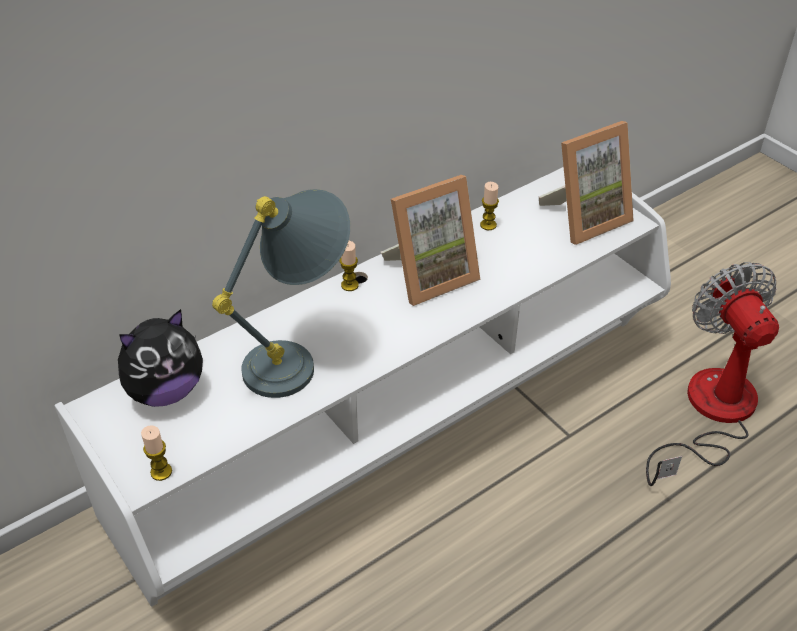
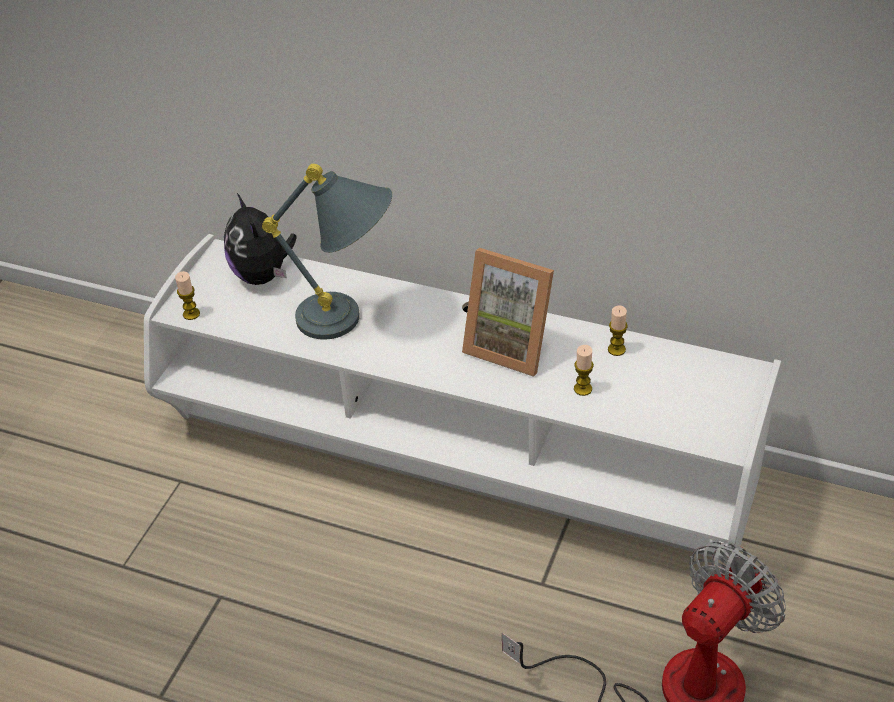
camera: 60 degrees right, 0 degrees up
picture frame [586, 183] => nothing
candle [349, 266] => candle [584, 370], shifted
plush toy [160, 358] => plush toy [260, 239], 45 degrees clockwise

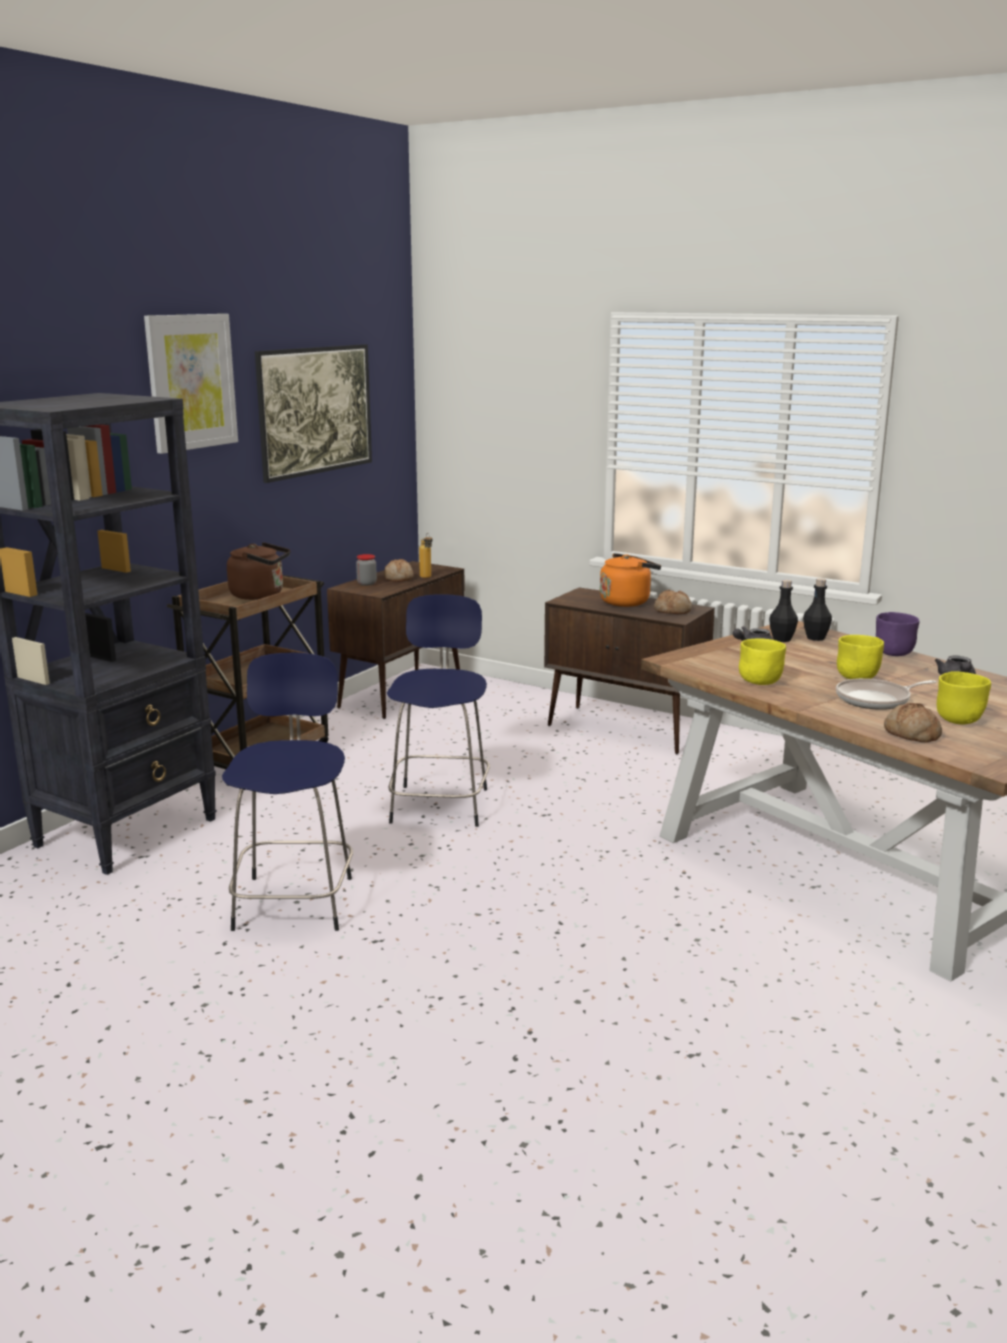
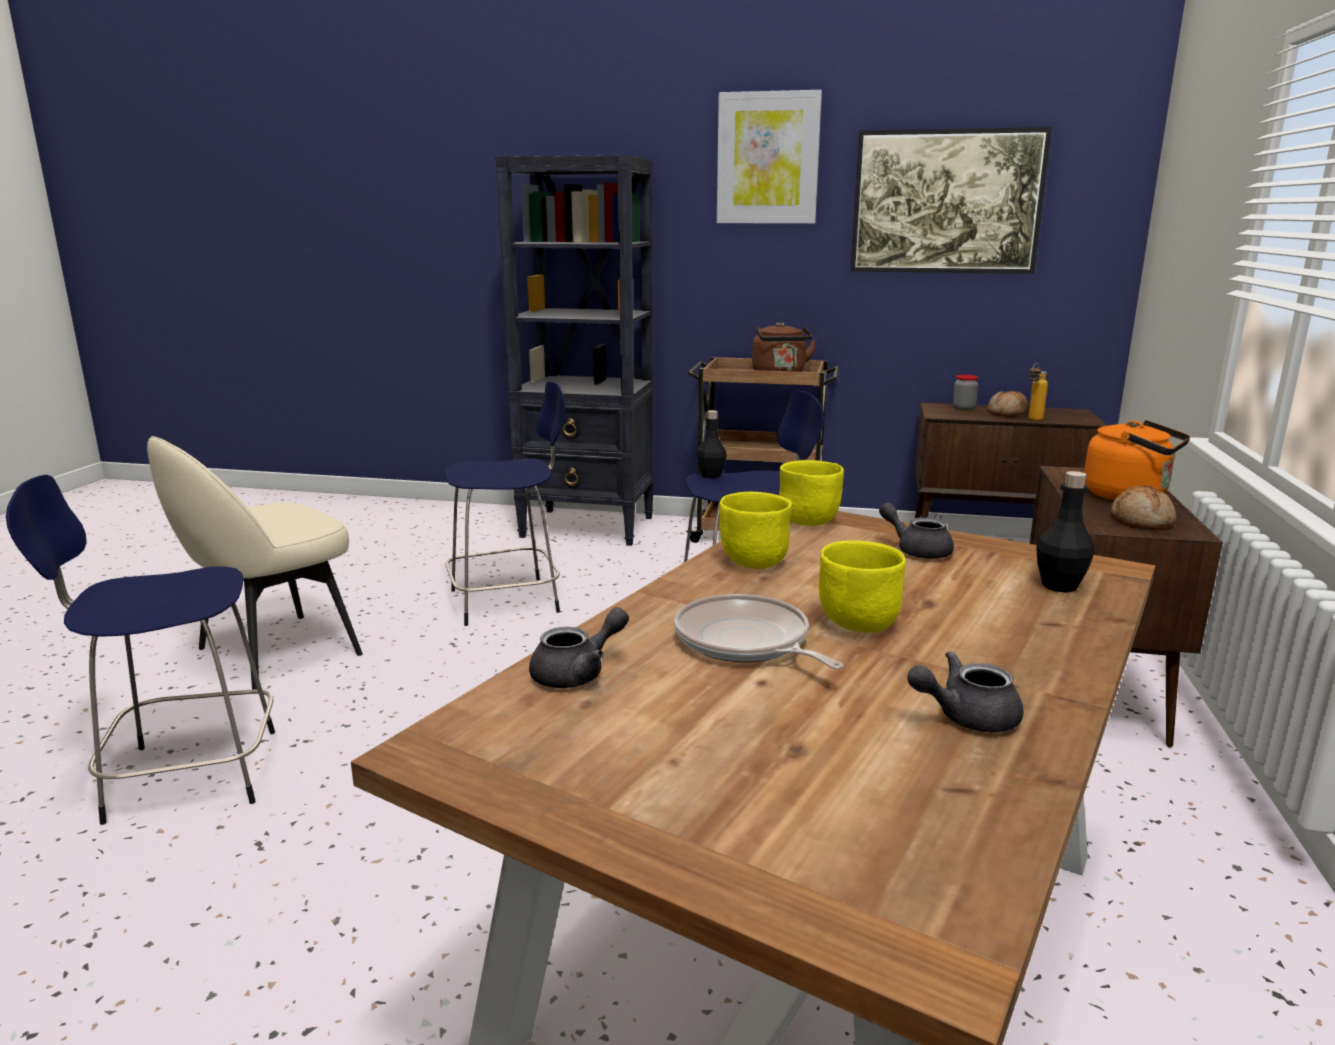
camera: 70 degrees right, 0 degrees up
purple bowl [898, 634] => nothing
nothing => blue stool [140, 650]
nothing => beige chair [255, 563]
black bottle [783, 610] => black bottle [712, 444], shifted
yellow bowl [964, 697] => yellow bowl [811, 493], shifted
bread [913, 723] => grey teapot [579, 647]

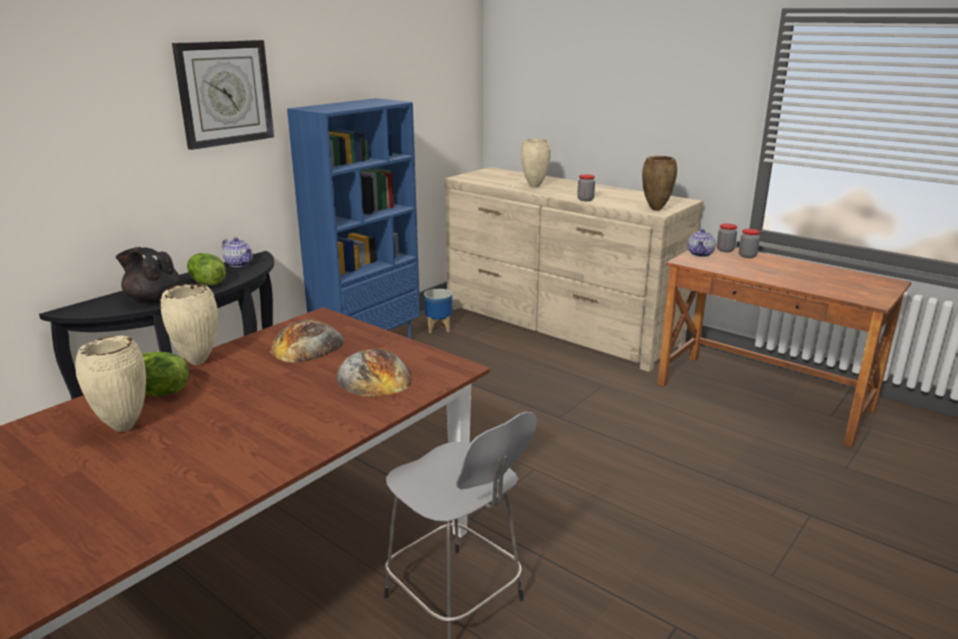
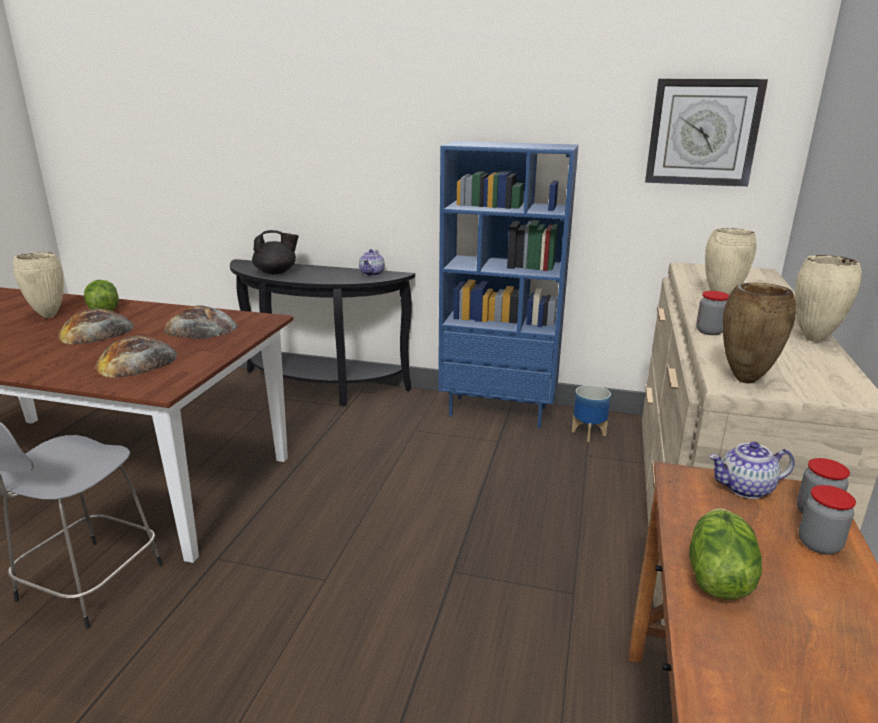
camera: 65 degrees right, 0 degrees up
nothing => bread [96, 327]
beige vase [189, 324] => beige vase [828, 298], shifted
wall clock [223, 95] => wall clock [706, 133], shifted
lettuce [206, 269] => lettuce [725, 554], shifted
black teapot [148, 275] => black teapot [275, 252], 75 degrees clockwise

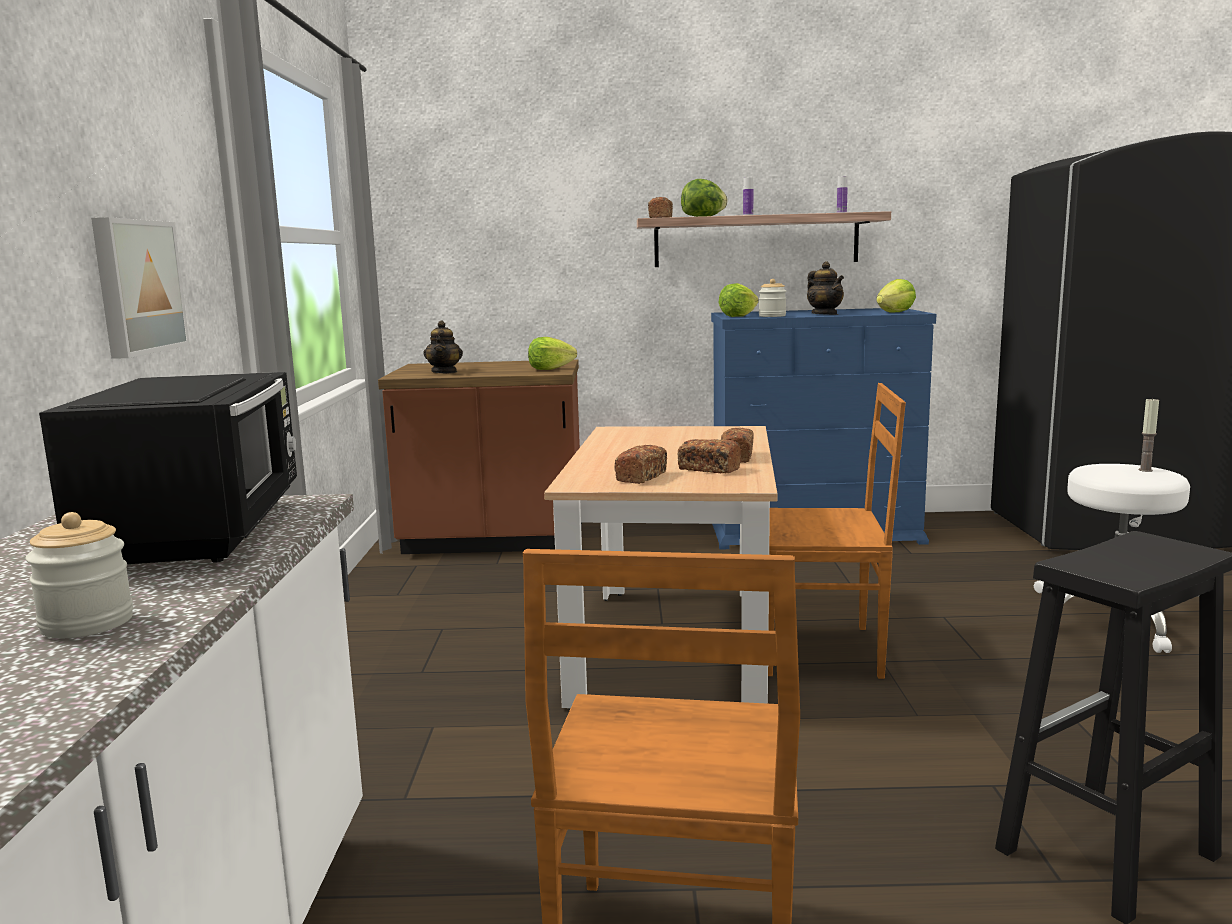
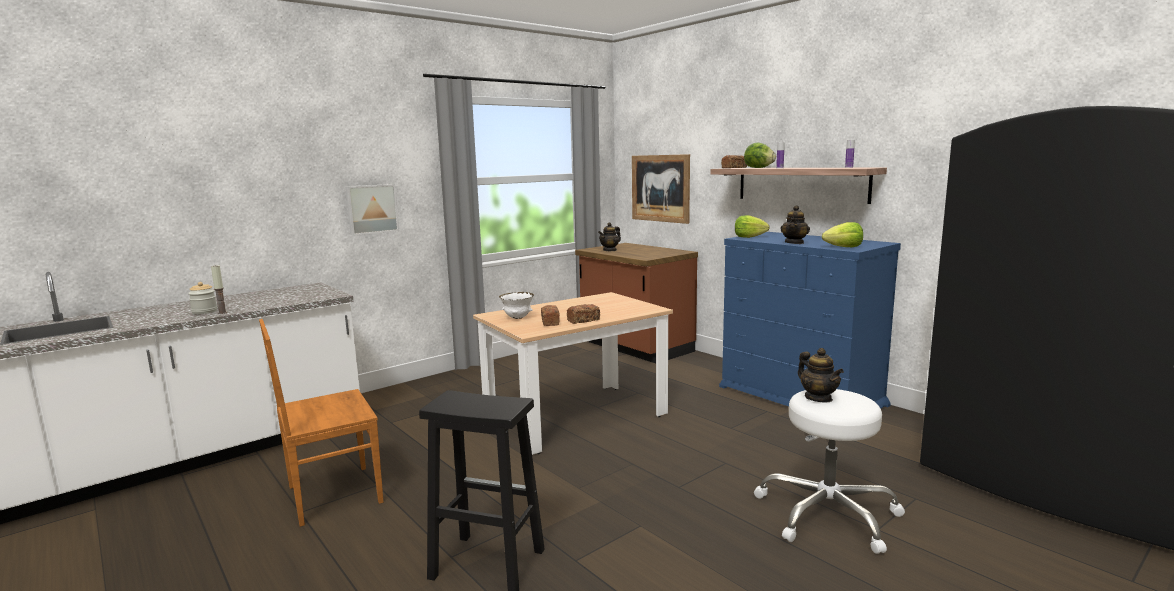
camera: 50 degrees right, 0 degrees up
black microwave [168, 468] => nothing
lettuce [552, 353] => nothing
jar [772, 298] => nothing
brown chair [837, 531] => nothing
nothing => picture [661, 189]
nothing => teapot [821, 375]
candle [1149, 435] => candle [219, 290], shifted
bread [640, 464] => white bowl [516, 305]

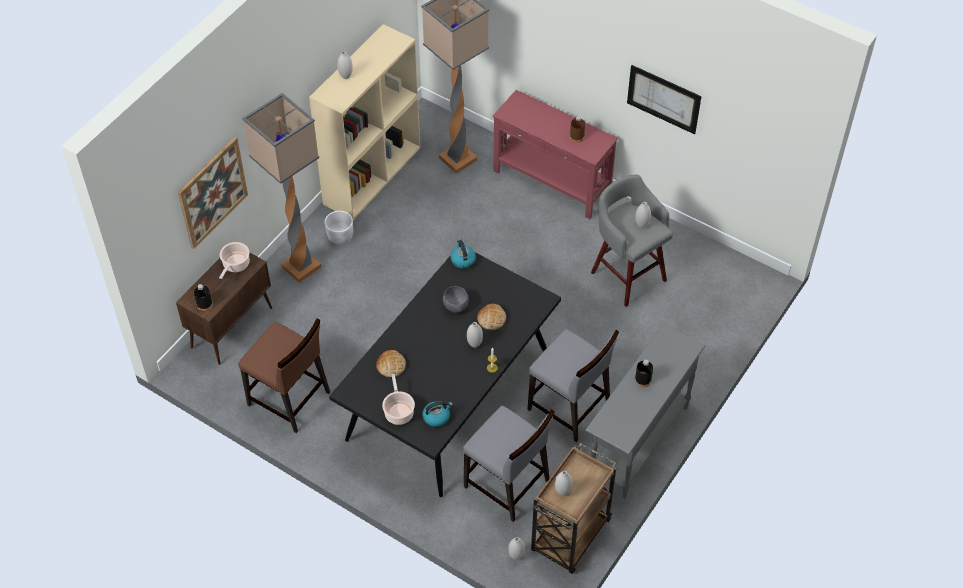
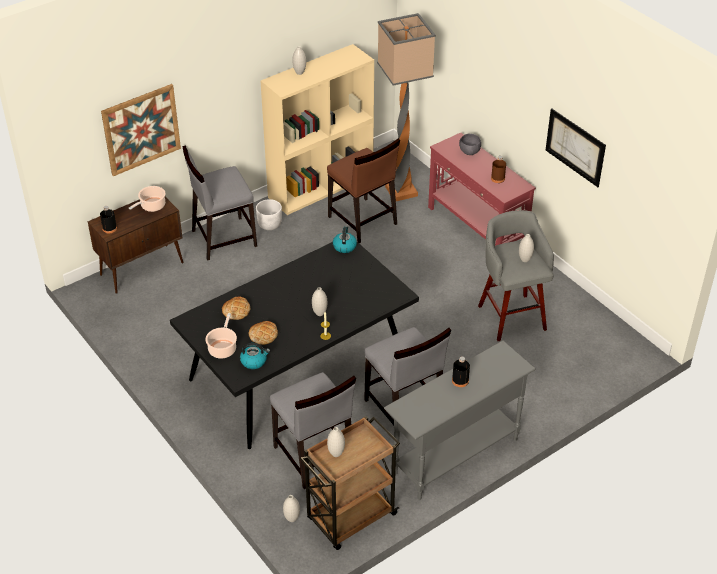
camera: 20 degrees right, 10 degrees down
brown chair [284, 375] => brown chair [363, 191], shifted
grey bowl [456, 299] => grey bowl [470, 144], shifted
bread [491, 317] => bread [263, 333], shifted
floor lamp [281, 188] => grey chair [219, 202]

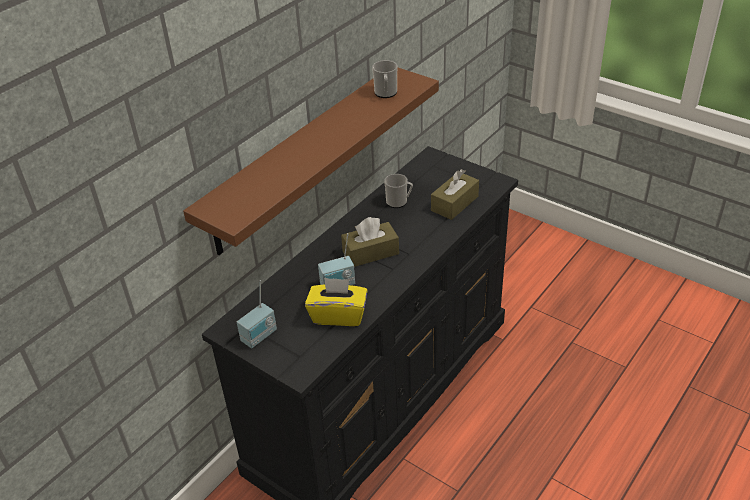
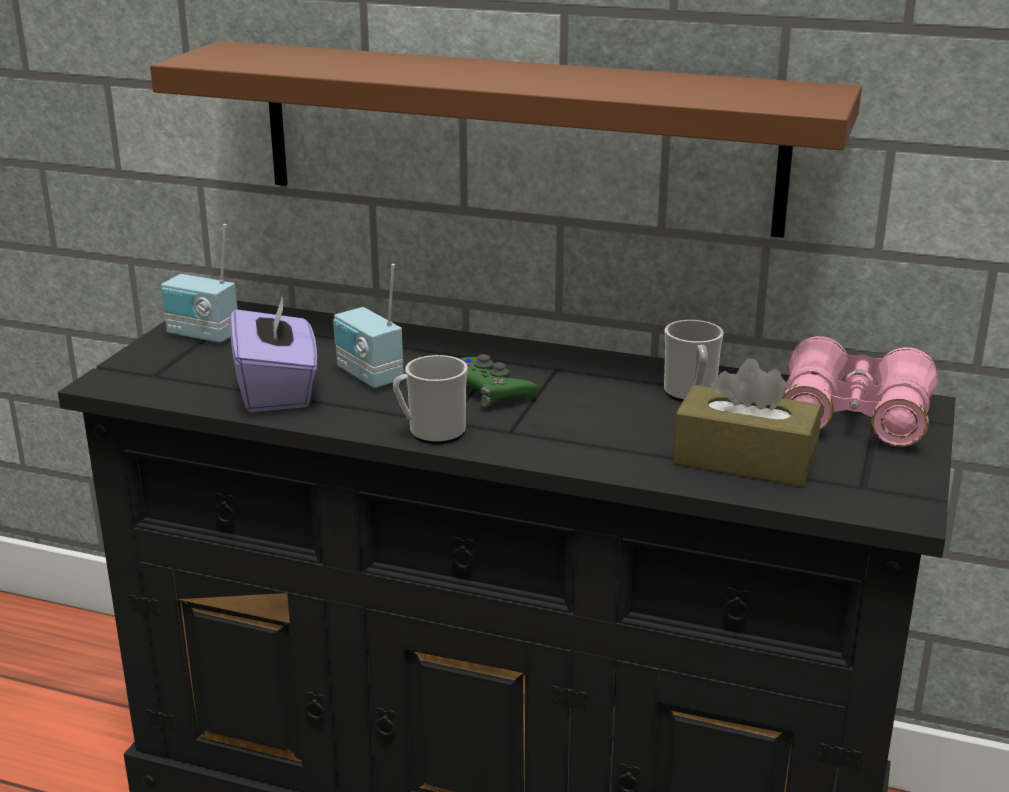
camera: 70 degrees right, 15 degrees down
nothing => pink binoculars [860, 391]
mug [385, 79] => mug [430, 399], shifted
brown tissue box [370, 242] => green game controller [499, 381]
yellow tissue box [336, 301] => purple tissue box [273, 352]

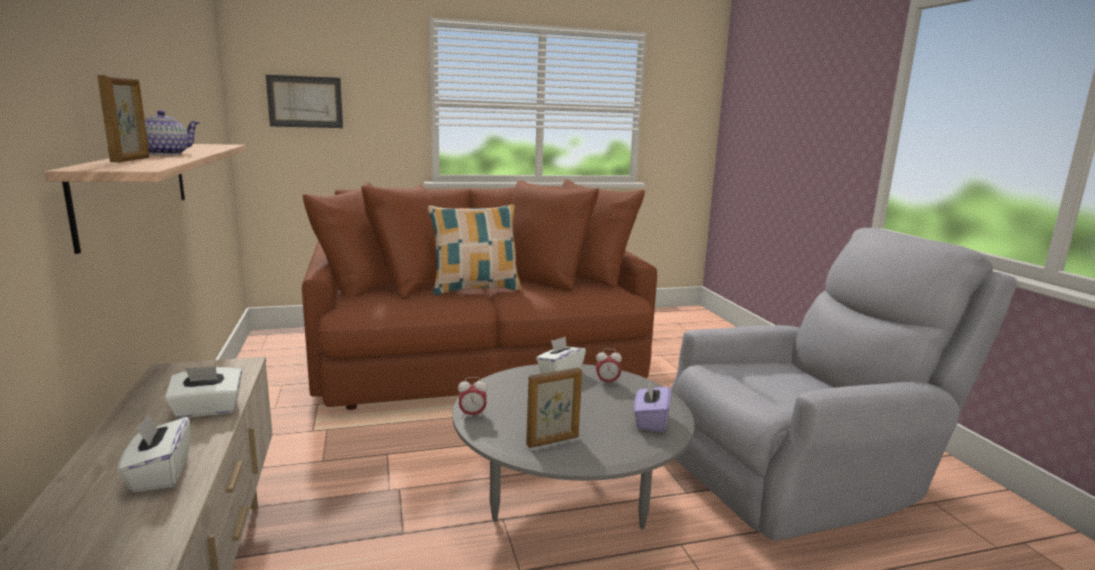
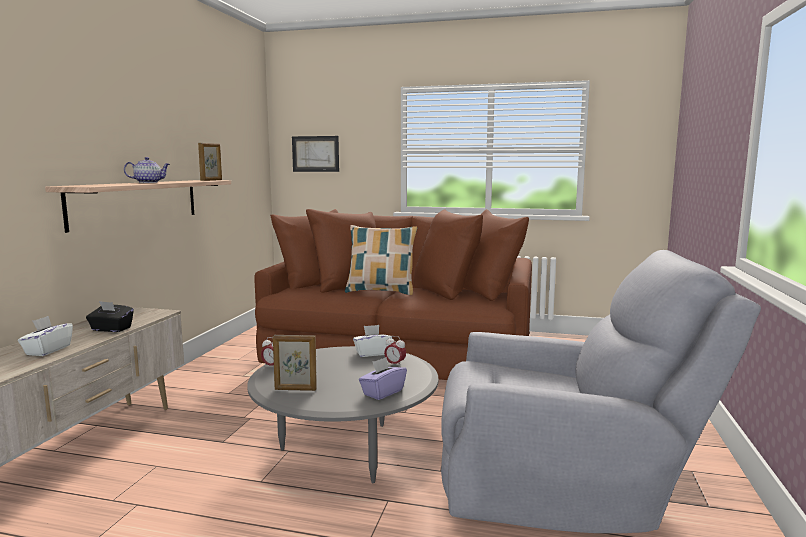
camera: 30 degrees right, 5 degrees down
picture frame [123, 118] => picture frame [210, 162], shifted
white tissue box [203, 392] => black tissue box [110, 316]

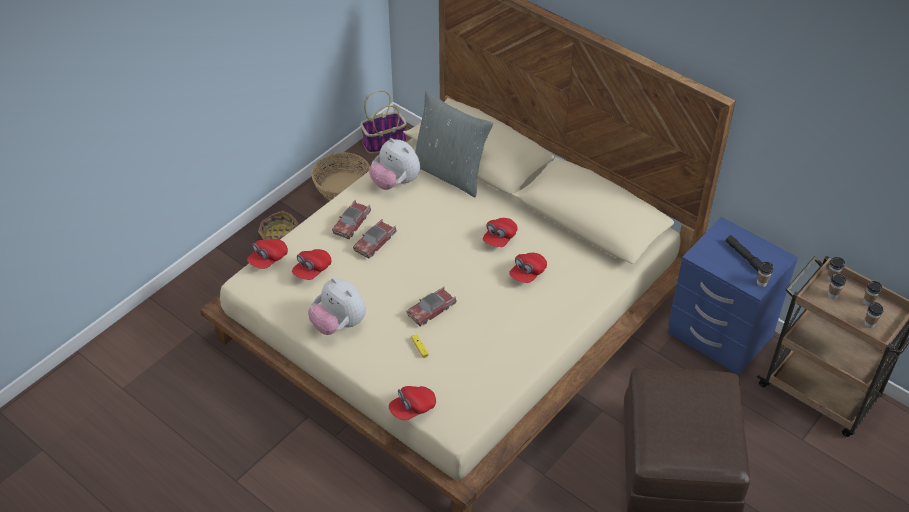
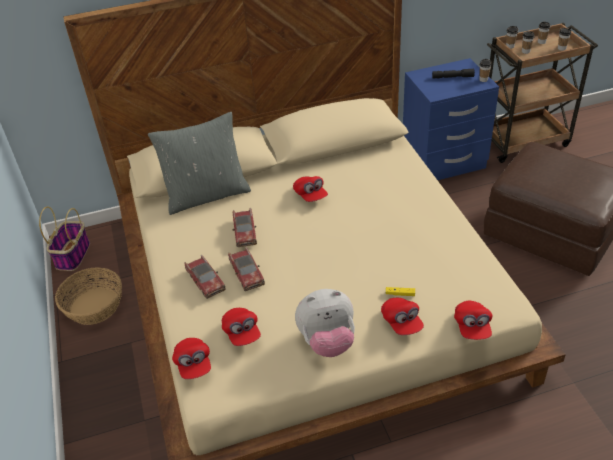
camera: 55 degrees left, 5 degrees down
basket [278, 225] => nothing
plush toy [394, 164] => nothing
toy car [431, 306] => toy car [245, 227], shifted
red cap [528, 268] => red cap [402, 316], shifted

